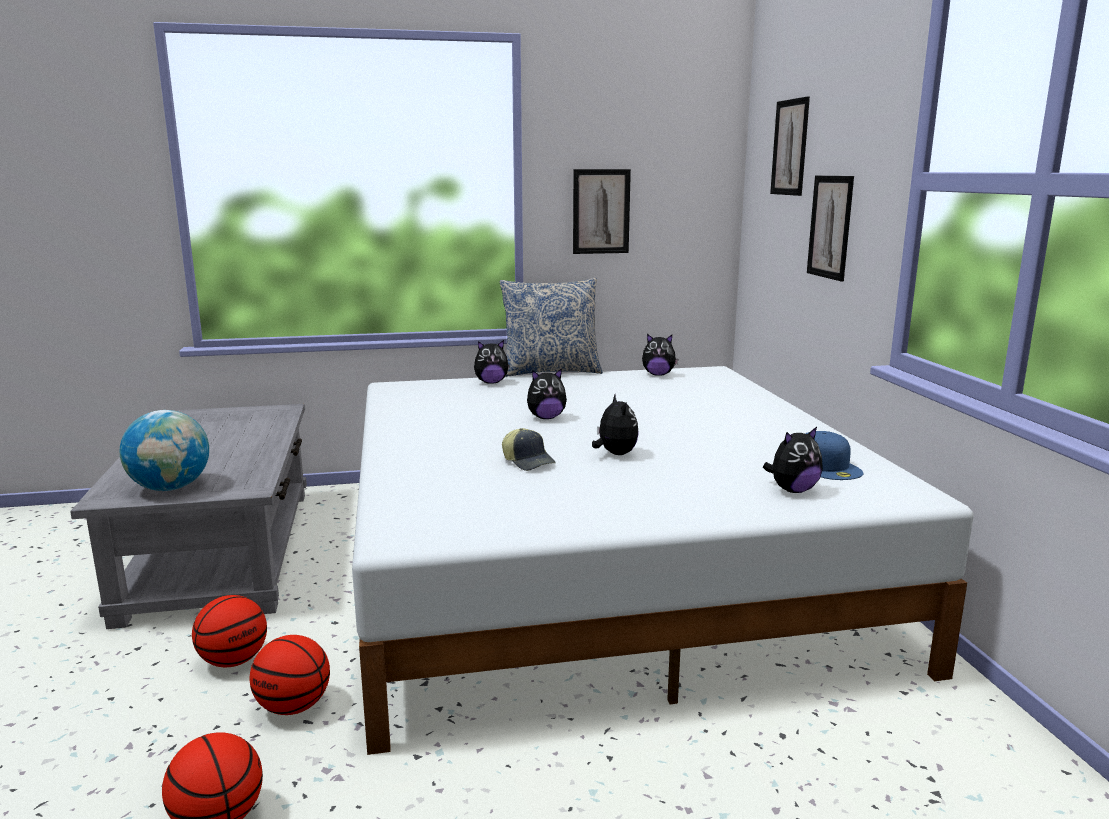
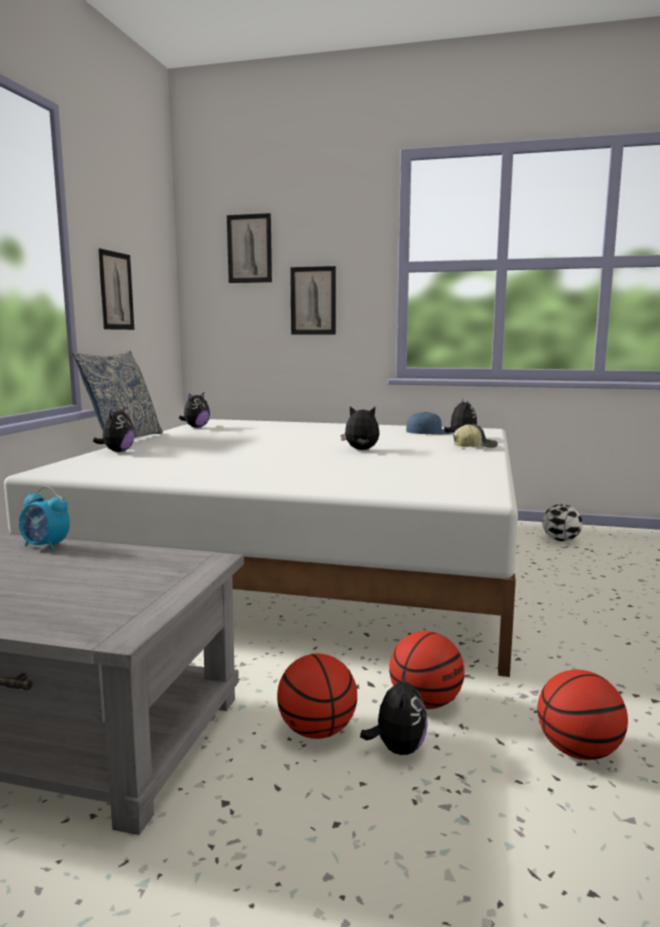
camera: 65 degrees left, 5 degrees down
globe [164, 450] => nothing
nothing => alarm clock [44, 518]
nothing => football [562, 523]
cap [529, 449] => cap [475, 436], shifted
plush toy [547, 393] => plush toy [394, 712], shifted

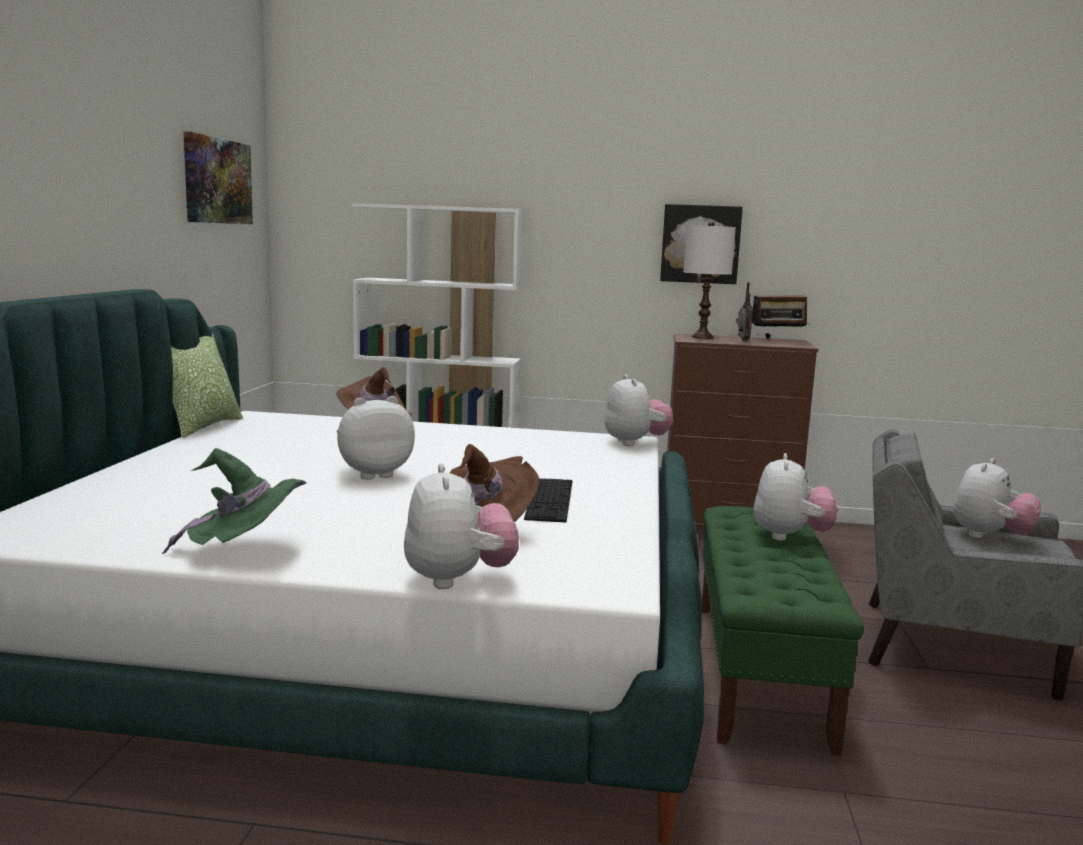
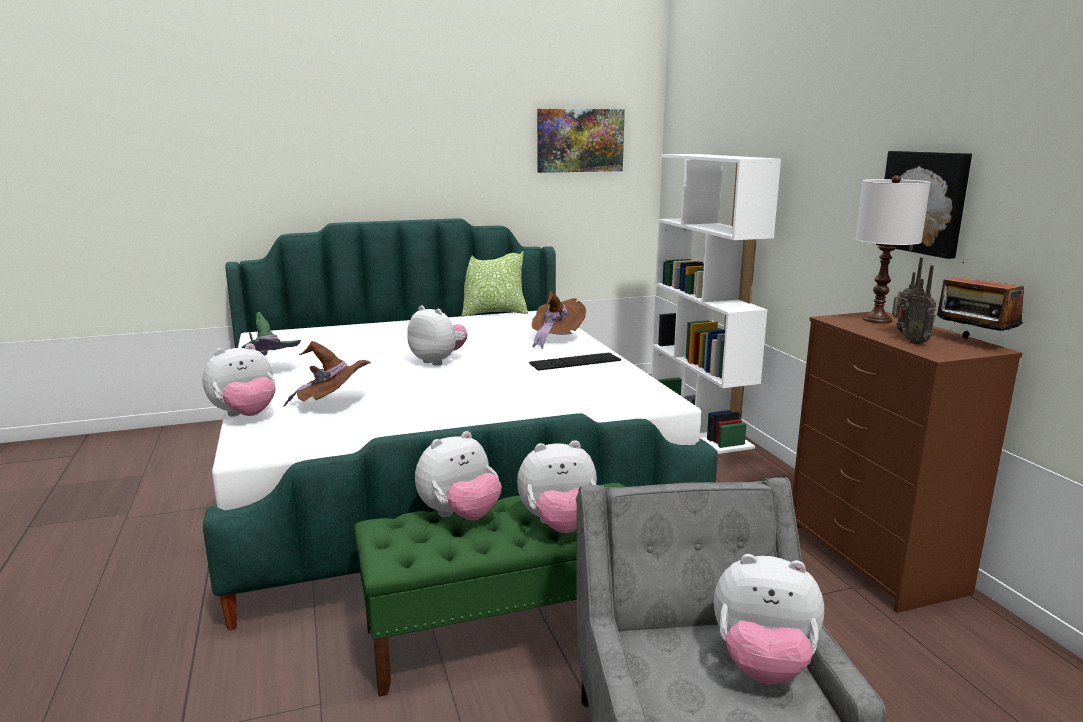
camera: 65 degrees right, 5 degrees up
nothing => radio [919, 304]
keyboard [548, 500] => keyboard [575, 361], shifted
plush toy [638, 410] => plush toy [458, 475], shifted

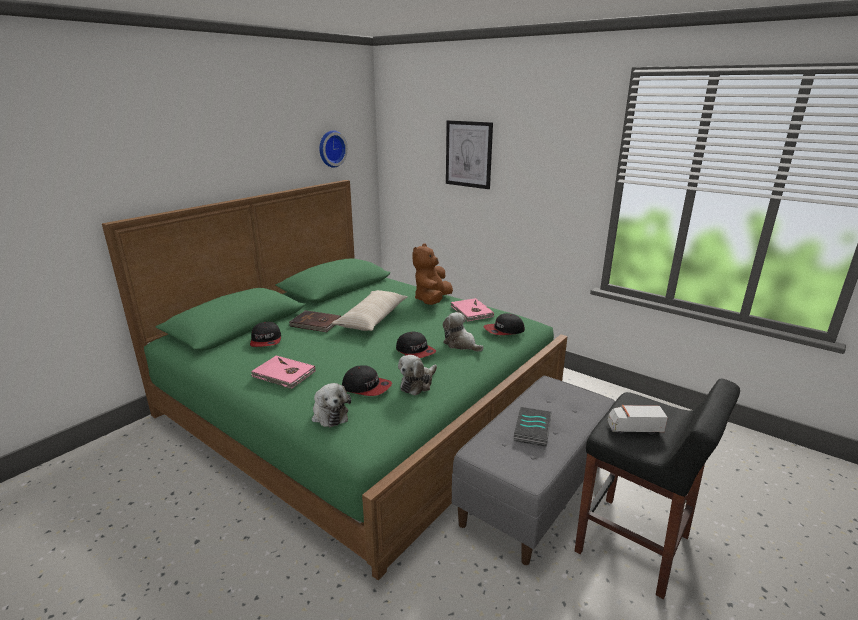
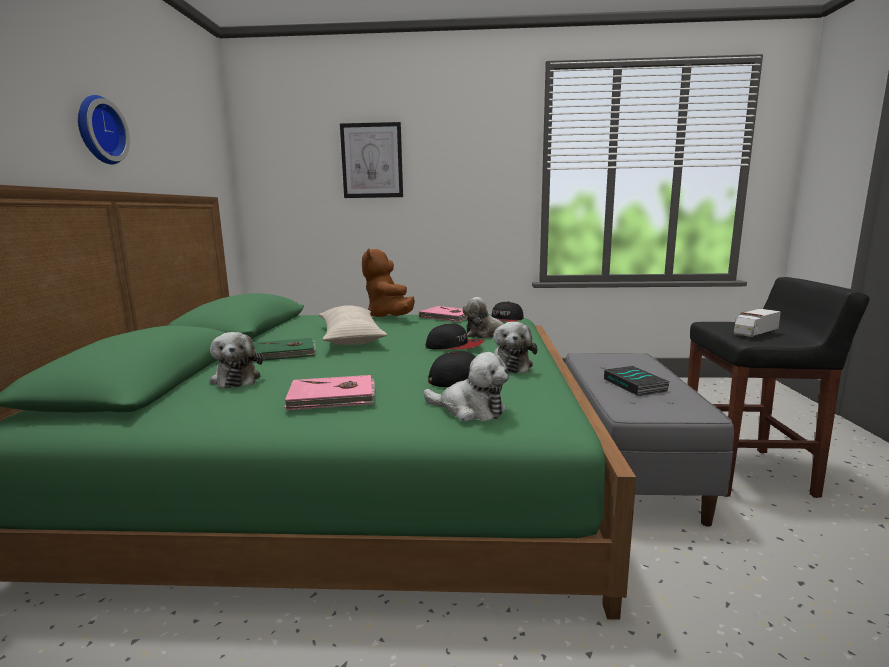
camera: 35 degrees left, 10 degrees down
wall clock [333, 149] => wall clock [104, 129], shifted
cap [265, 334] => plush toy [236, 360]
brown book [315, 321] => green book [284, 350]

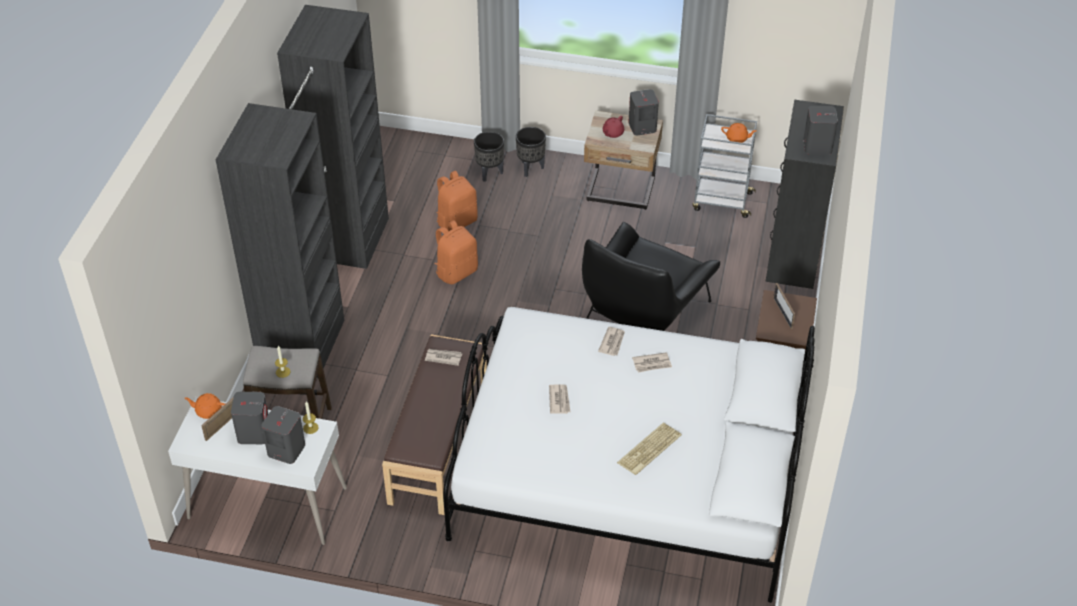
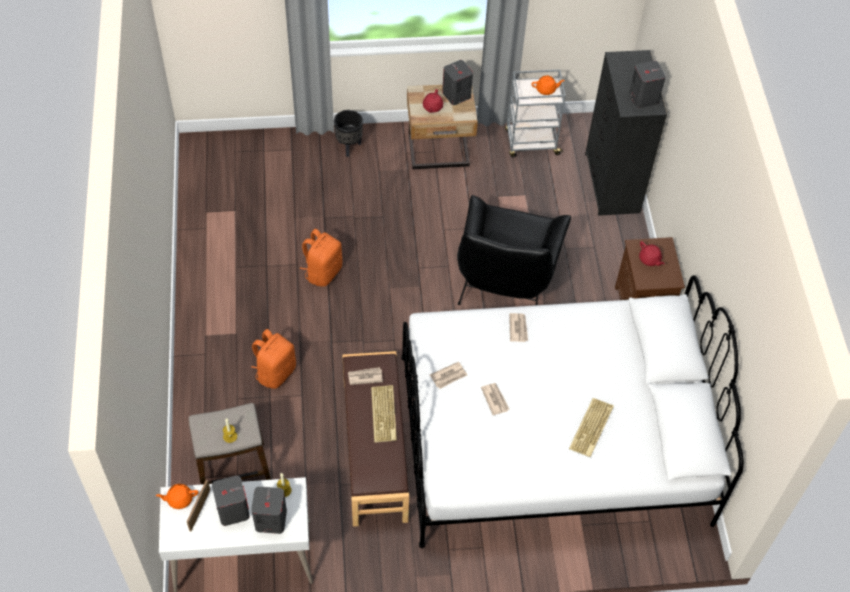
camera: 20 degrees left, 10 degrees up
black wardrobe [302, 191] => nothing
black planter [489, 157] => nothing
nothing => keyboard [384, 414]
orange backpack [457, 200] => orange backpack [273, 359], shifted
newspaper [652, 362] => newspaper [448, 375], shifted
picture frame [784, 306] => red teapot [652, 253]

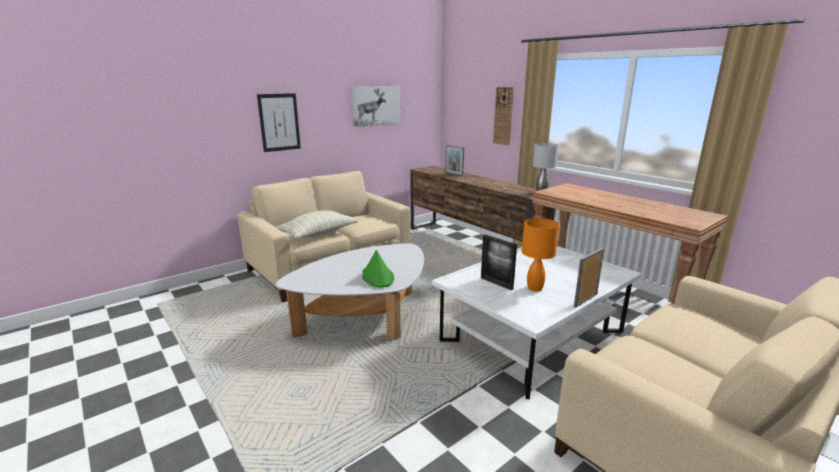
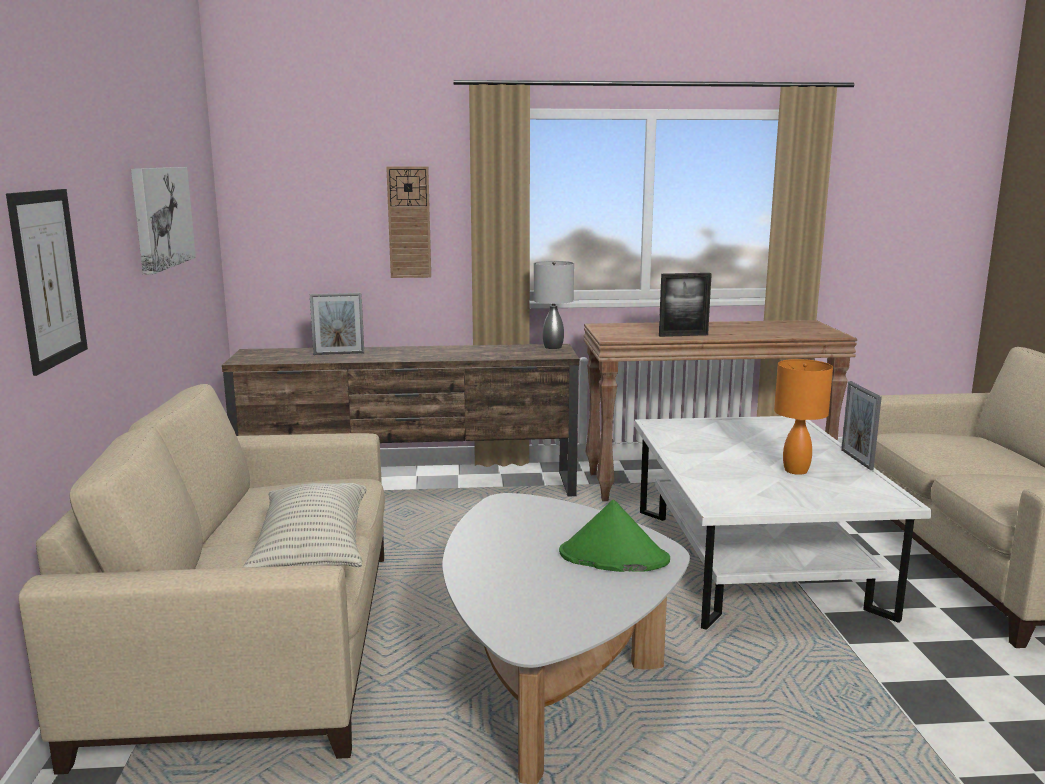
camera: 55 degrees left, 5 degrees down
picture frame [499, 262] => picture frame [685, 305], shifted

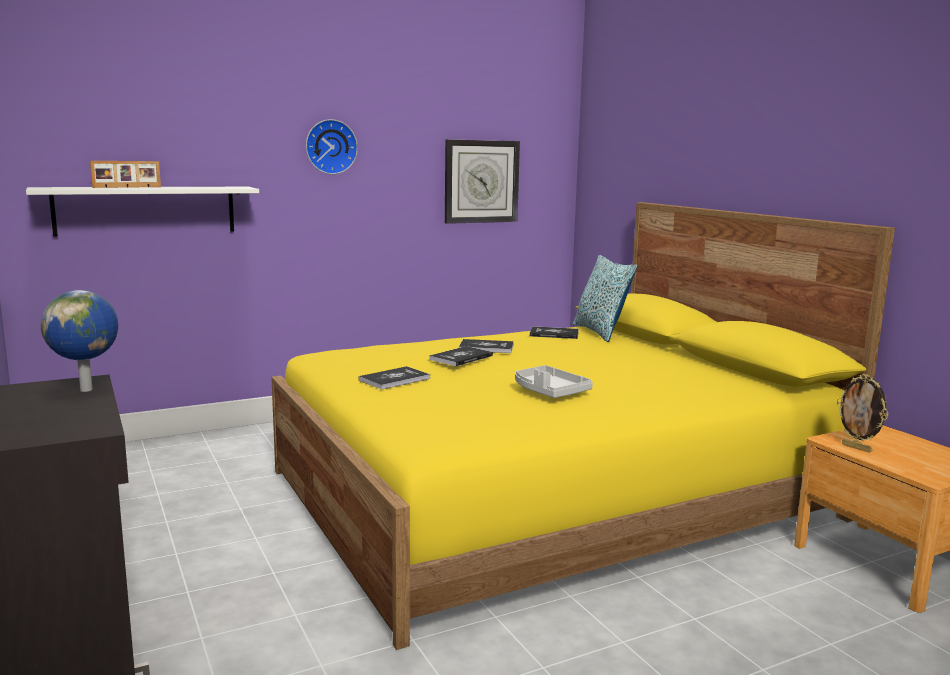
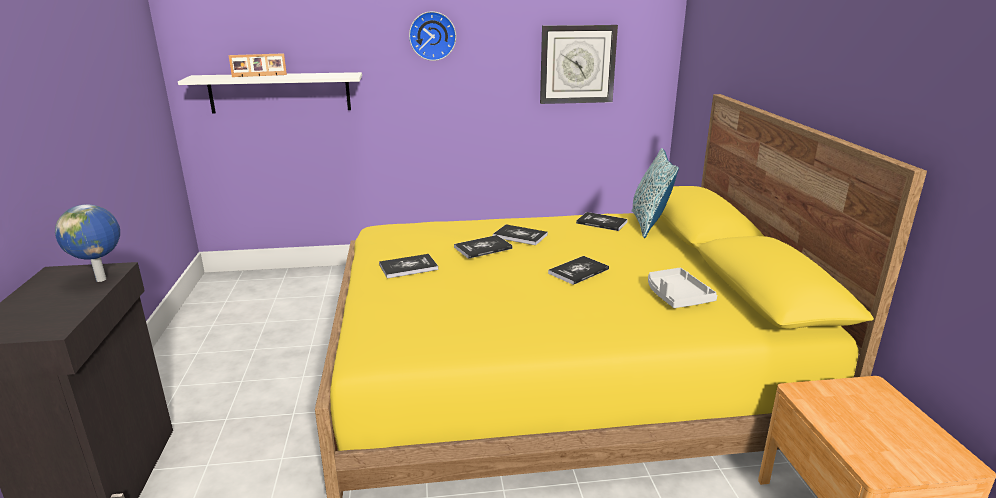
camera: 20 degrees right, 10 degrees up
picture frame [862, 413] => nothing
nothing => book [578, 270]
grey tray [554, 381] => grey tray [682, 288], shifted

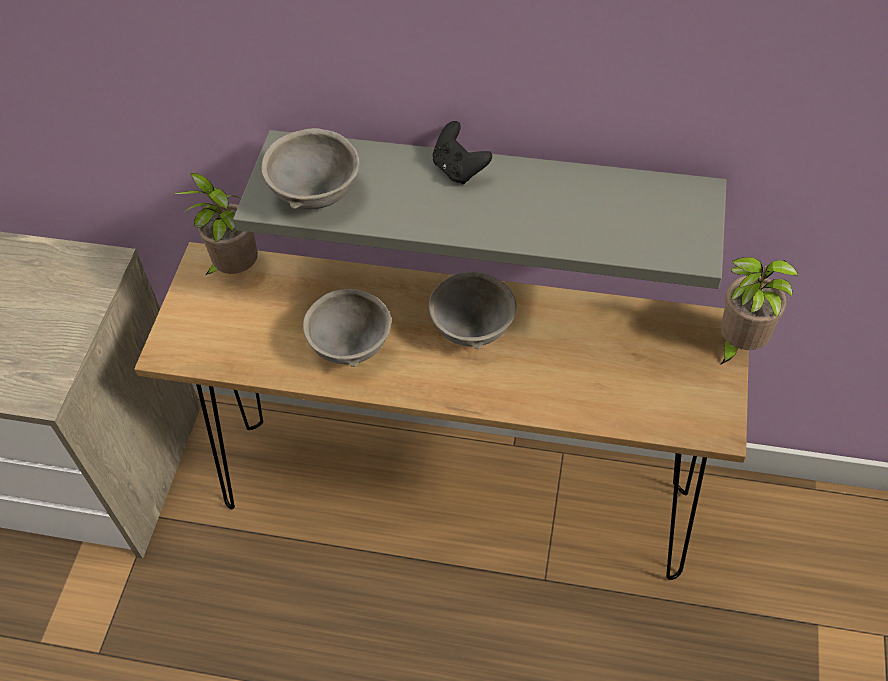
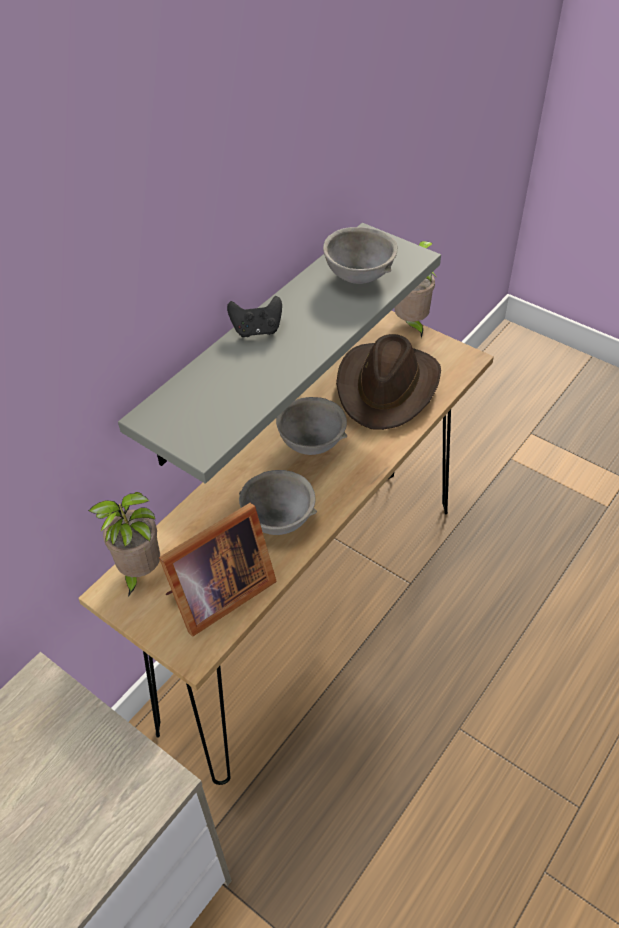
camera: 65 degrees left, 5 degrees down
nothing => picture frame [218, 570]
nothing => brown hat [388, 382]
grey bowl [310, 168] => grey bowl [360, 255], shifted

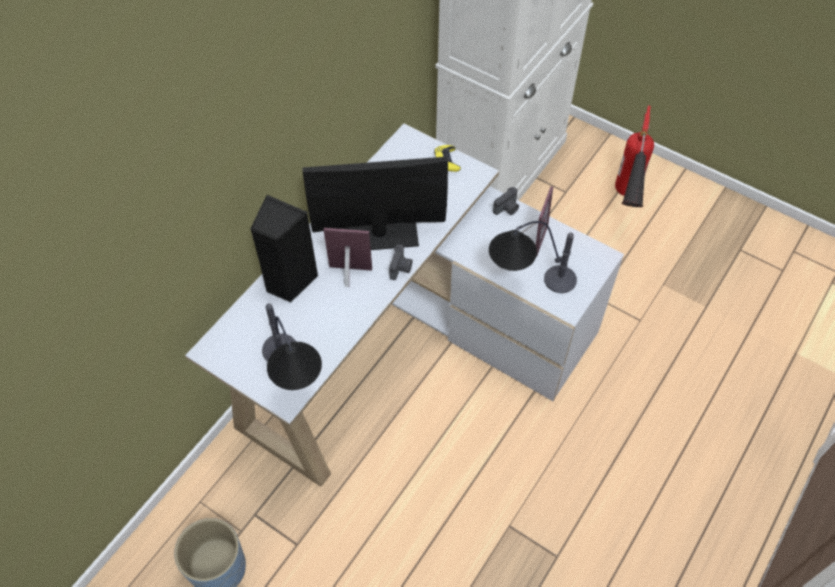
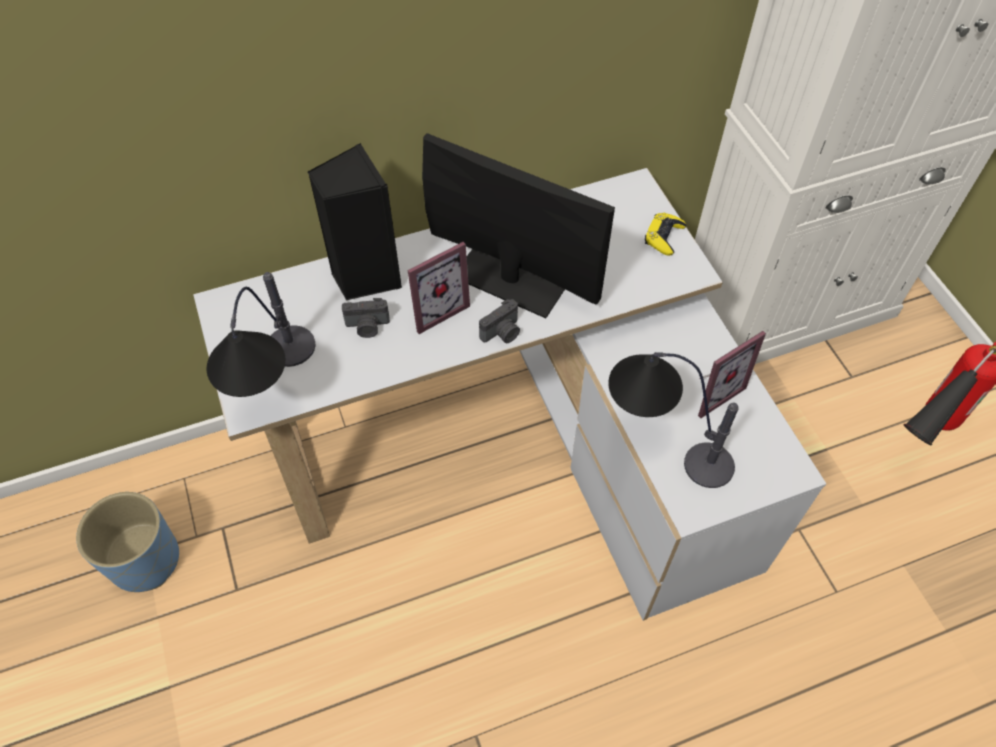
camera: 35 degrees right, 0 degrees up
photo camera [506, 201] => photo camera [366, 318], shifted
picture frame [348, 257] => picture frame [439, 288], 105 degrees clockwise

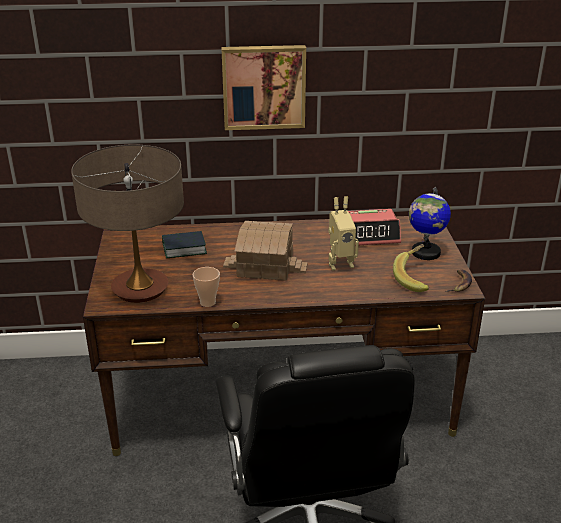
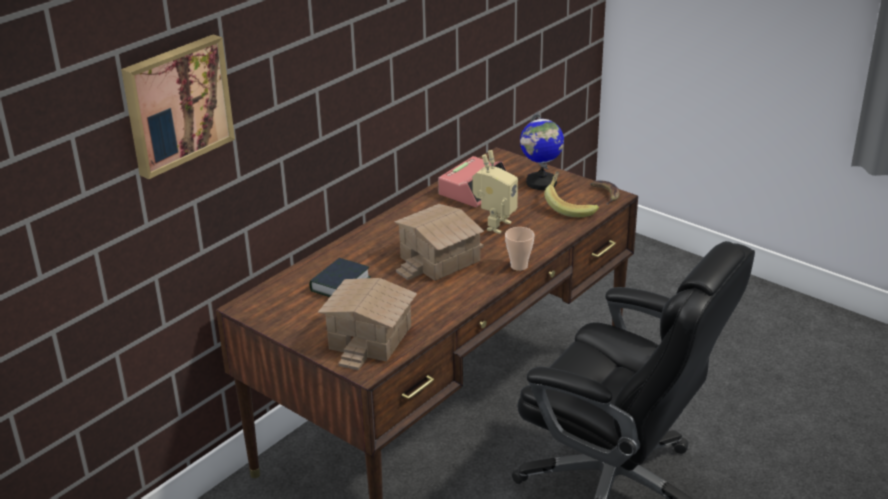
camera: 45 degrees left, 0 degrees up
cup [206, 287] => cup [519, 249], shifted
picture [263, 87] => picture [178, 106], shifted
table lamp [127, 223] => toy house [367, 324]

